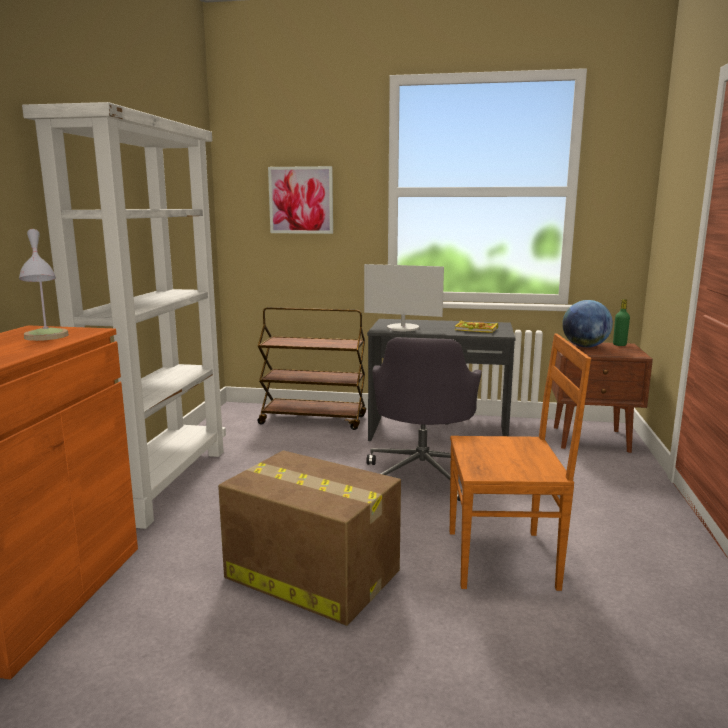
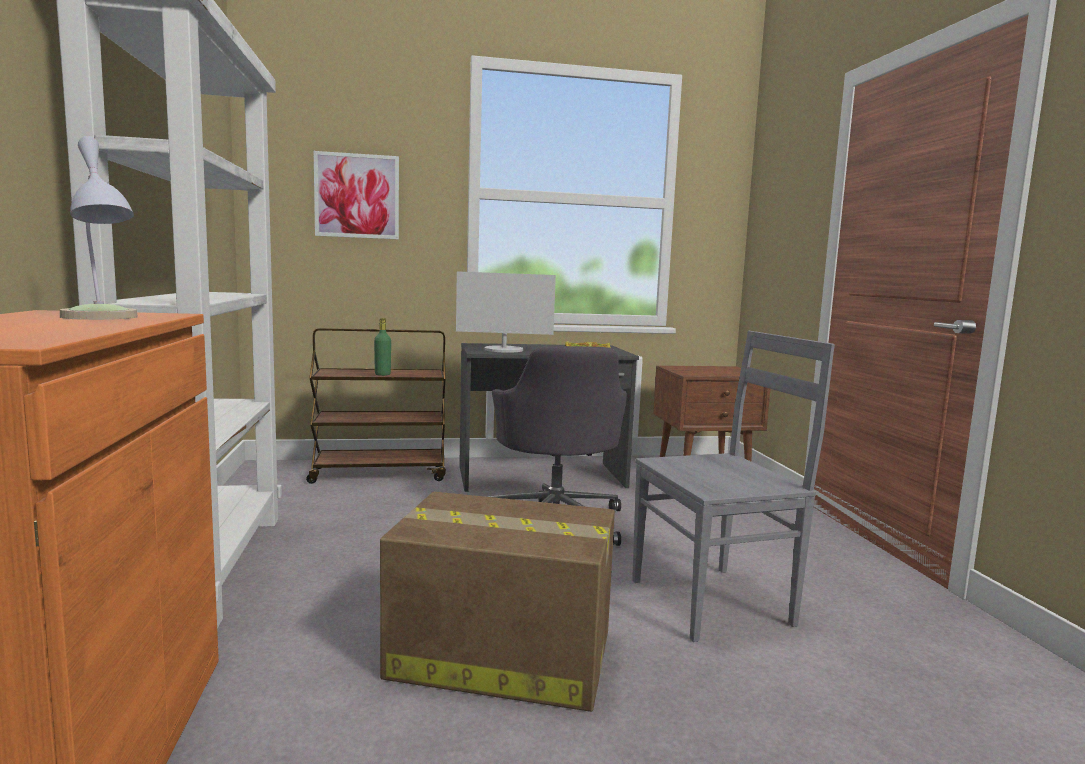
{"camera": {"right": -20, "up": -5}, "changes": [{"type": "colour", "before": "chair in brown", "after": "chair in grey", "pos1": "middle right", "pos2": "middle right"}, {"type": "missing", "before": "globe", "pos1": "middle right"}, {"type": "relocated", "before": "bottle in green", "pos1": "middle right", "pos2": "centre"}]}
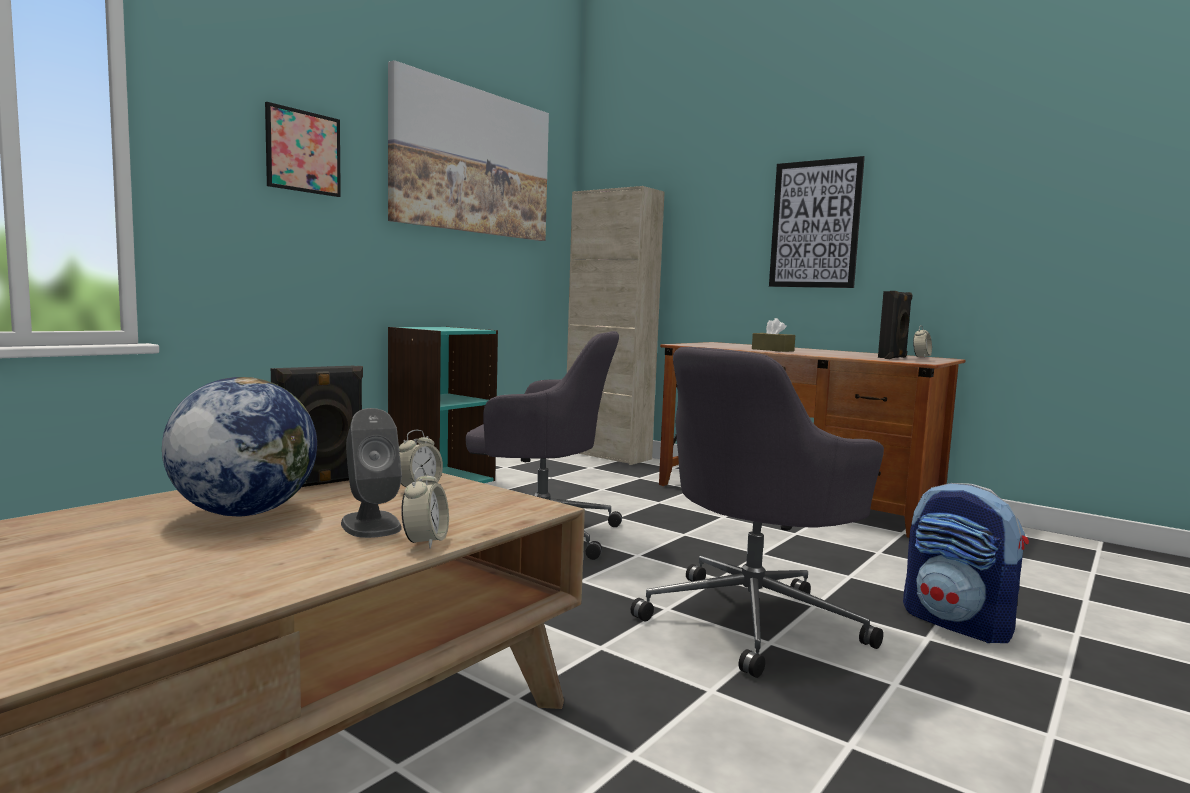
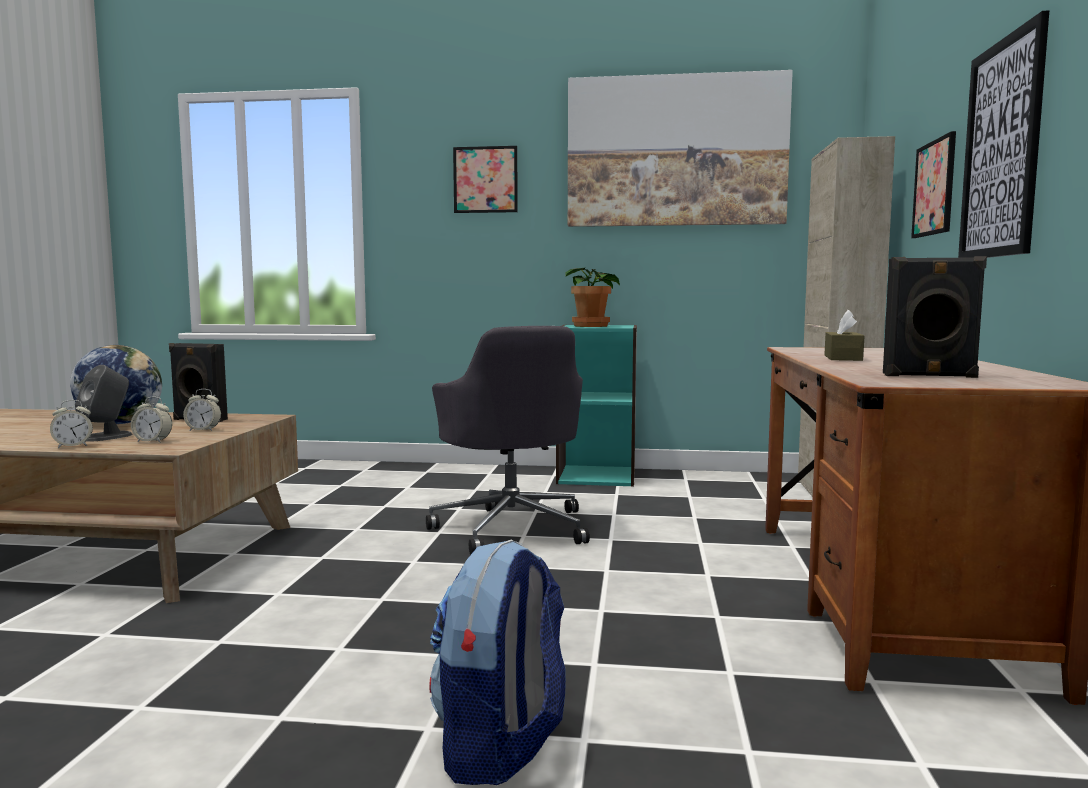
{"camera": {"right": 60, "up": 0}, "changes": [{"type": "missing", "before": "office chair in grey (no. 2 from left)", "pos1": "centre"}, {"type": "relocated", "before": "alarm clock (no. 3 from left in the first image)", "after": "alarm clock (no. 2 from left)", "pos1": "middle right", "pos2": "middle left"}, {"type": "appeared", "after": "potted plant", "pos2": "centre"}, {"type": "appeared", "after": "picture (no. 3 from left)", "pos2": "top right"}]}
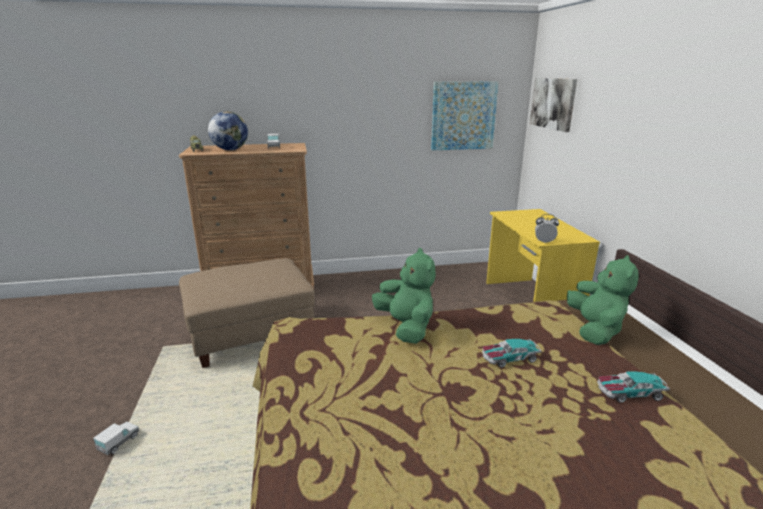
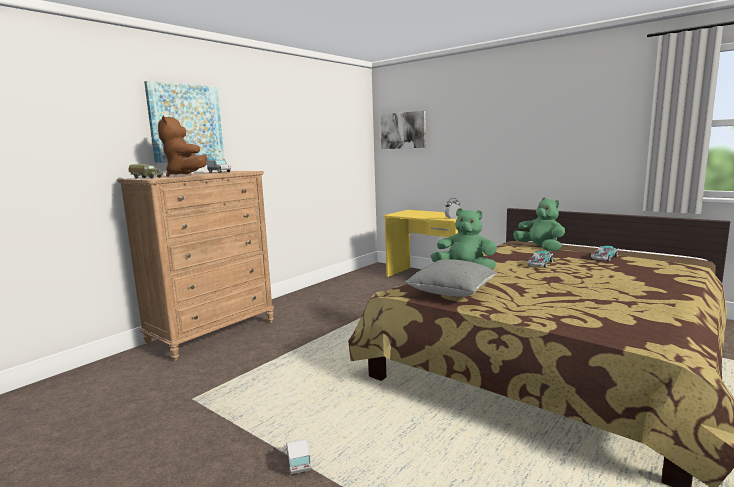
{"camera": {"right": -40, "up": -10}, "changes": [{"type": "missing", "before": "ottoman in beige", "pos1": "middle left"}, {"type": "exchanged", "before": "globe", "after": "plush toy in brown", "pos1": "top left", "pos2": "top left"}, {"type": "relocated", "before": "picture (no. 1 from left)", "pos1": "top centre", "pos2": "top left"}, {"type": "appeared", "after": "pillow in grey", "pos2": "centre"}]}
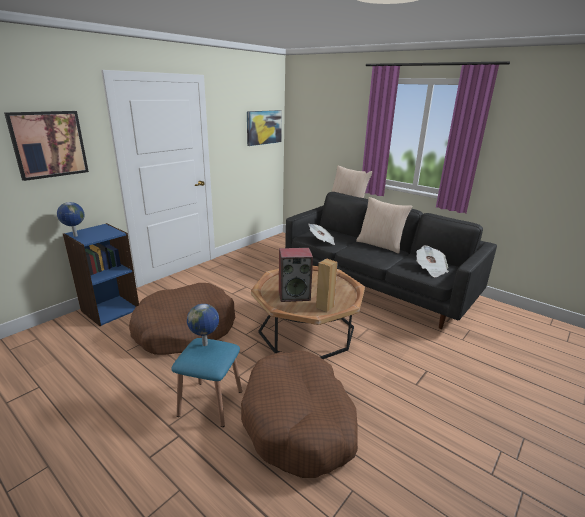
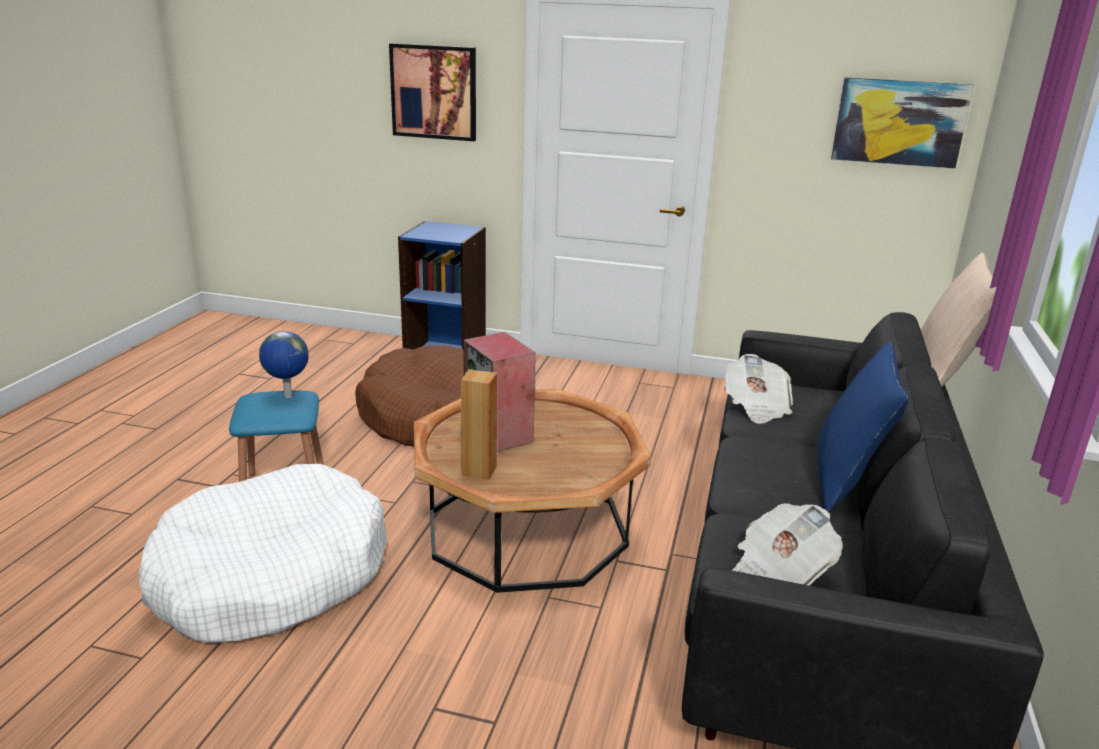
{"camera": {"right": 65, "up": 0}, "changes": [{"type": "missing", "before": "globe (no. 1 from left)", "pos1": "middle left"}, {"type": "colour", "before": "dog bed in brown (no. 2 from left)", "after": "dog bed in white", "pos1": "bottom centre", "pos2": "bottom left"}, {"type": "colour", "before": "pillow in beige (no. 2 from left)", "after": "pillow in blue", "pos1": "centre", "pos2": "middle right"}]}
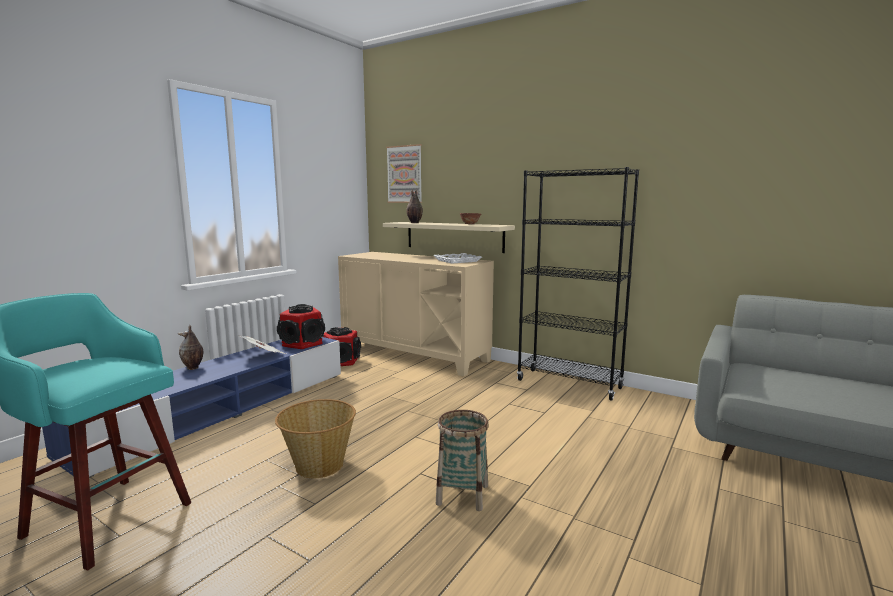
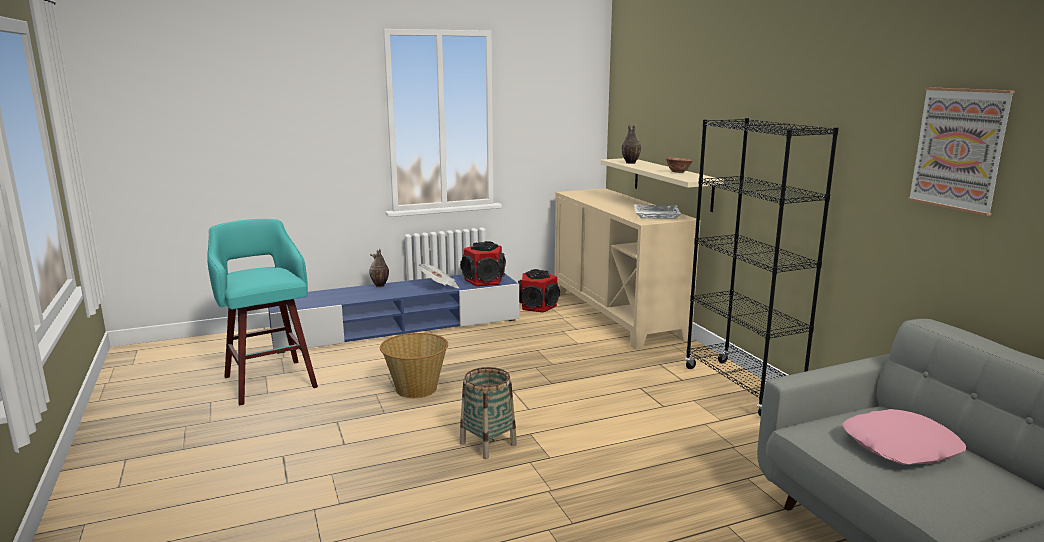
{"camera": {"right": 35, "up": 5}, "changes": [{"type": "relocated", "before": "picture", "pos1": "top centre", "pos2": "top right"}, {"type": "appeared", "after": "pillow in pink", "pos2": "bottom right"}]}
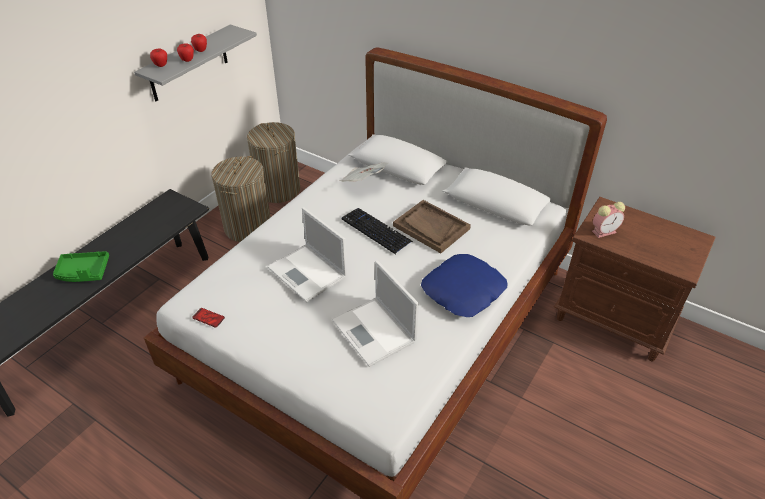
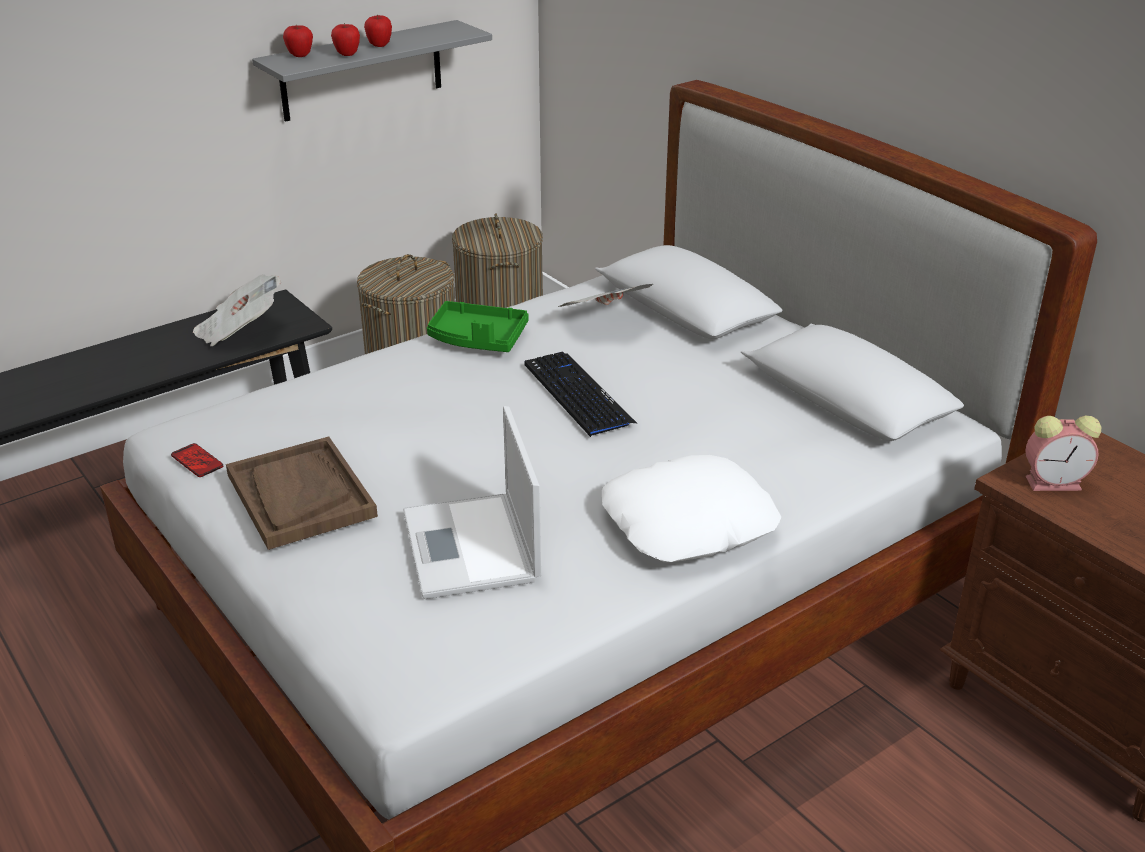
{"camera": {"right": 20, "up": -10}, "changes": [{"type": "relocated", "before": "tray in green", "pos1": "middle left", "pos2": "centre"}, {"type": "missing", "before": "laptop (no. 1 from left)", "pos1": "centre"}, {"type": "relocated", "before": "tray in brown", "pos1": "centre", "pos2": "middle left"}, {"type": "colour", "before": "pillow in blue", "after": "pillow in white", "pos1": "centre", "pos2": "centre"}, {"type": "appeared", "after": "newspaper (no. 1 from left)", "pos2": "middle left"}]}
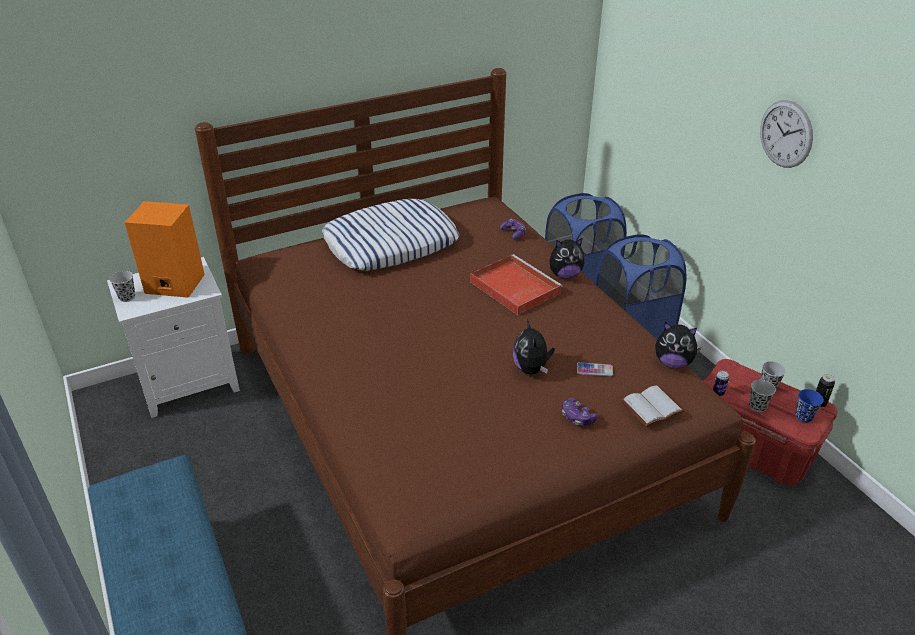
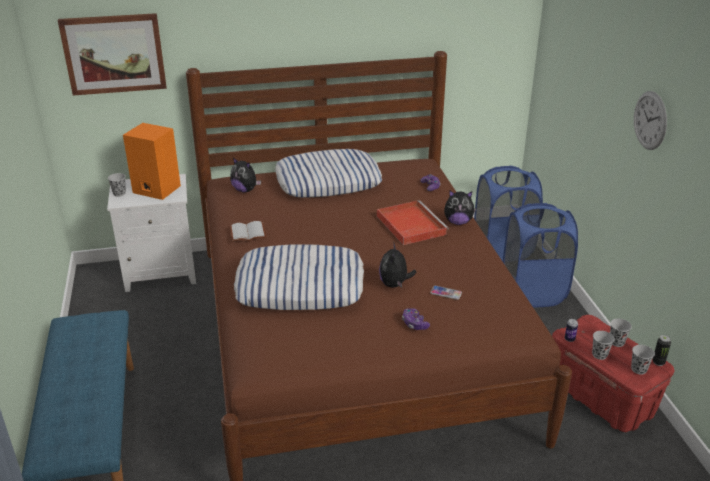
{"camera": {"right": 15, "up": -5}, "changes": [{"type": "relocated", "before": "book in white", "pos1": "middle right", "pos2": "centre"}, {"type": "relocated", "before": "plush toy (no. 3 from left in the first image)", "after": "plush toy (no. 1 from left)", "pos1": "middle right", "pos2": "centre"}, {"type": "colour", "before": "cup in blue", "after": "cup in black (no. 4 from left)", "pos1": "middle right", "pos2": "bottom right"}, {"type": "appeared", "after": "picture", "pos2": "top left"}, {"type": "appeared", "after": "pillow (no. 1 from left)", "pos2": "centre"}]}
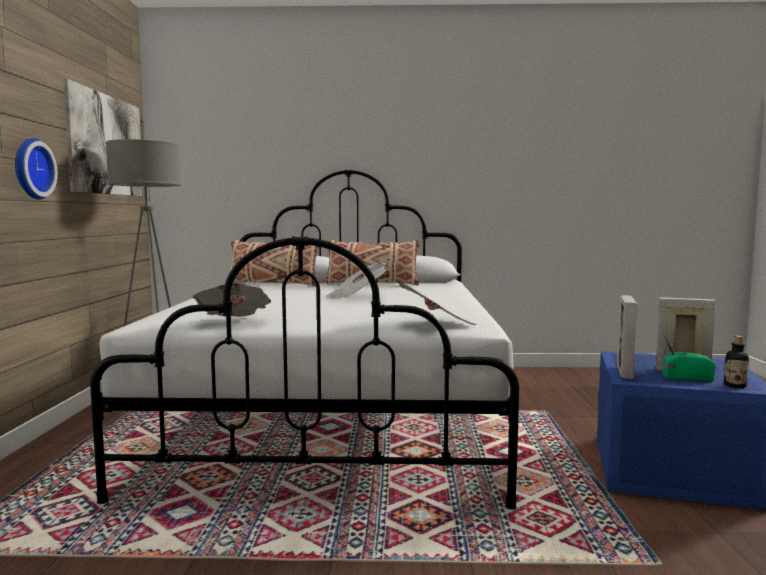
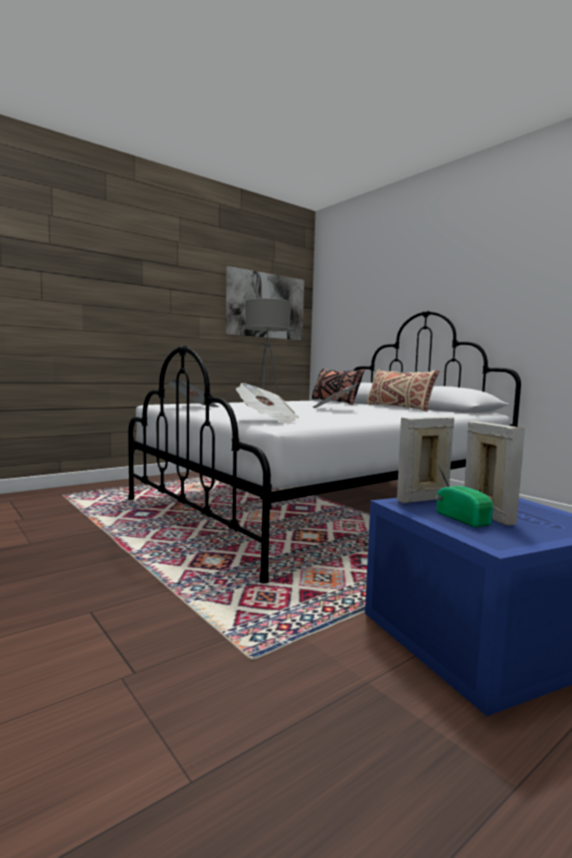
{"camera": {"right": 50, "up": 0}, "changes": [{"type": "missing", "before": "wall clock", "pos1": "top left"}, {"type": "colour", "before": "pillow in beige (no. 1 from left)", "after": "pillow in black", "pos1": "centre", "pos2": "centre"}, {"type": "missing", "before": "bottle", "pos1": "middle right"}]}
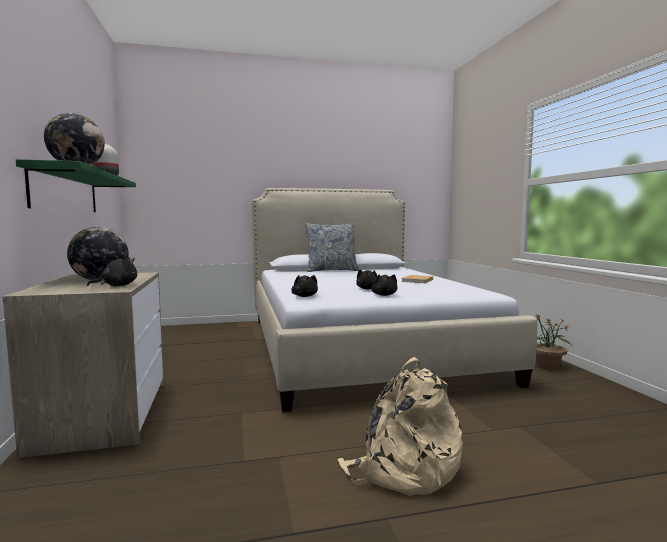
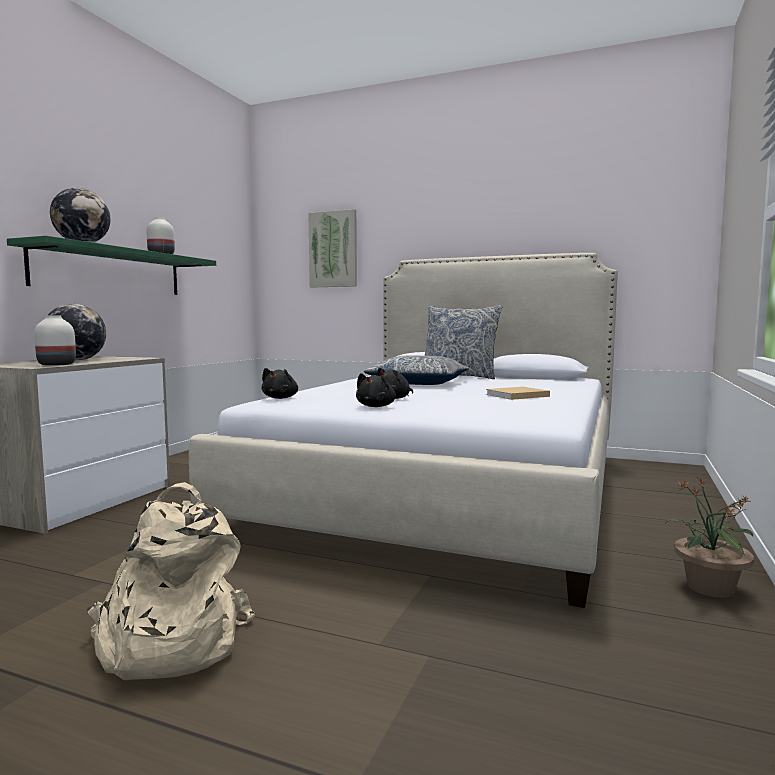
{"camera": {"right": 35, "up": 0}, "changes": [{"type": "exchanged", "before": "plush toy in black (no. 1 from left)", "after": "vase in white (no. 1 from left)", "pos1": "middle left", "pos2": "middle left"}, {"type": "appeared", "after": "picture", "pos2": "top centre"}, {"type": "appeared", "after": "pillow (no. 1 from left)", "pos2": "centre"}]}
